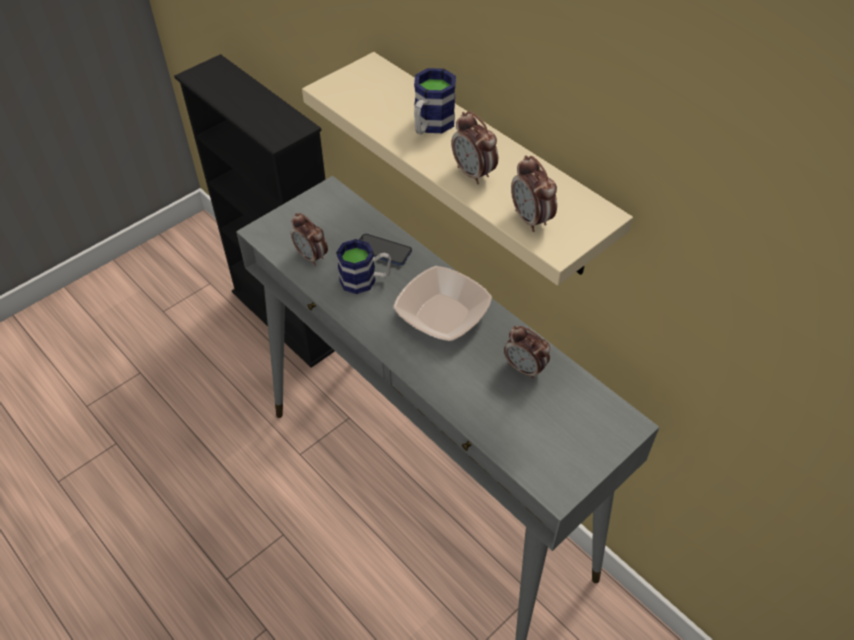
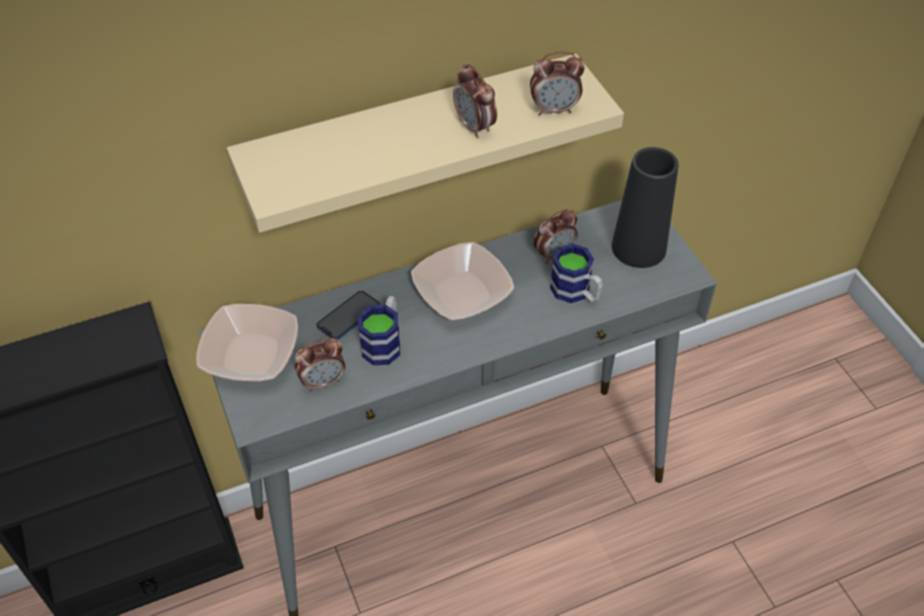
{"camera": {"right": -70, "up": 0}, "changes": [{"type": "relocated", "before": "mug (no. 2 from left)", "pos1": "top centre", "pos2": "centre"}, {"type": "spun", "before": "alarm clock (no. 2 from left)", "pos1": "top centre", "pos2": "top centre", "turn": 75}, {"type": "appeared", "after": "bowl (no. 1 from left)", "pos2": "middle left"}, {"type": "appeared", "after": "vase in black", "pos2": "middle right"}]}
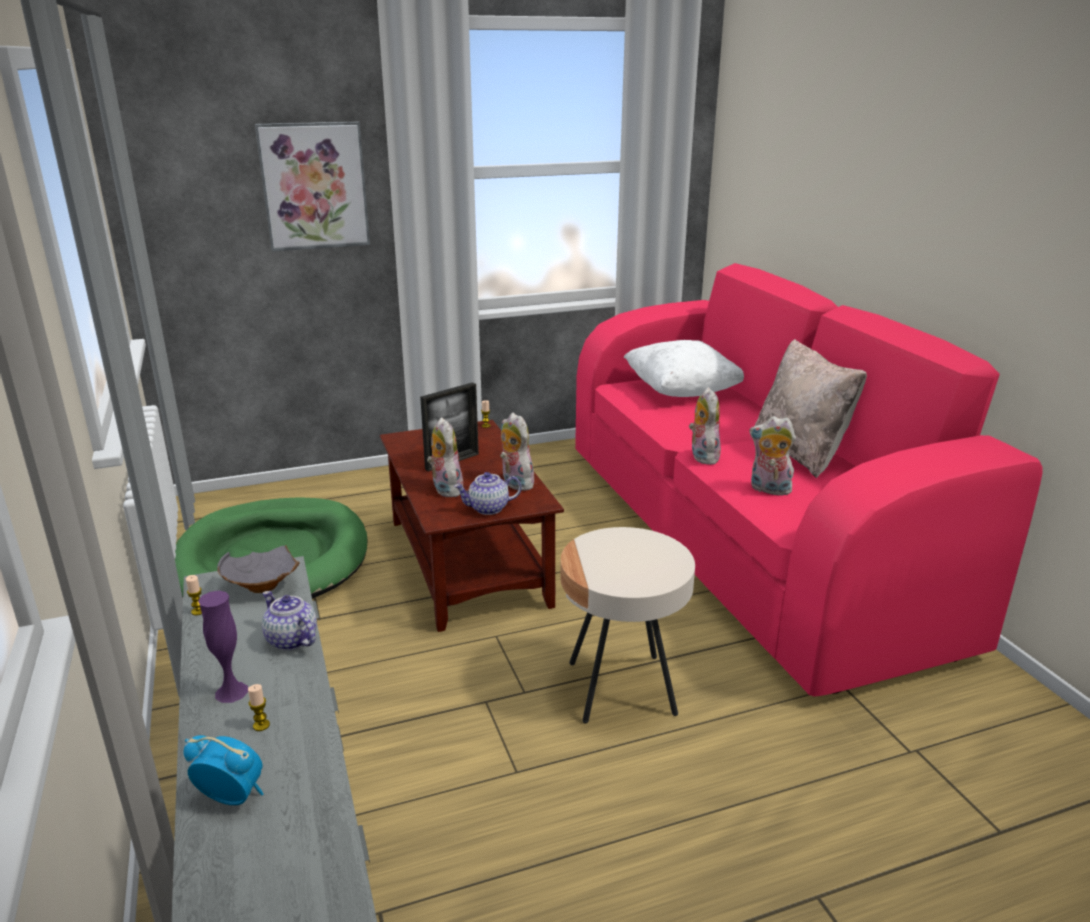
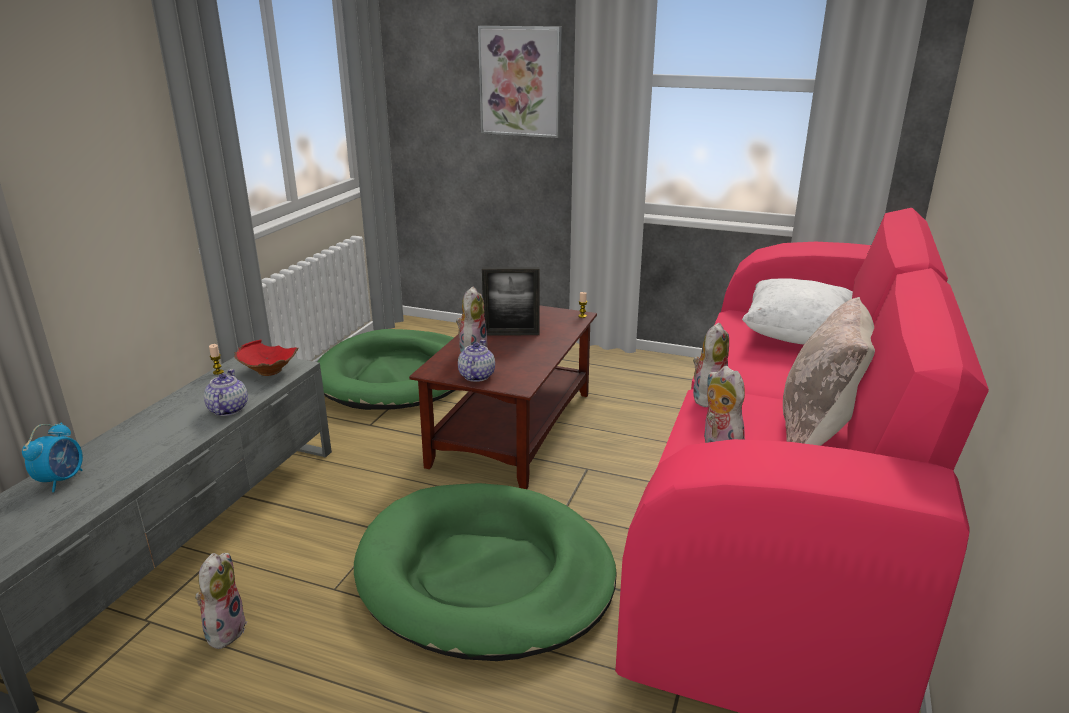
{"camera": {"right": 40, "up": 0}, "changes": [{"type": "spun", "before": "alarm clock", "pos1": "bottom left", "pos2": "middle left", "turn": 45}, {"type": "missing", "before": "vase in purple", "pos1": "bottom left"}, {"type": "colour", "before": "bowl in grey", "after": "bowl in red", "pos1": "middle left", "pos2": "middle left"}, {"type": "missing", "before": "candle (no. 2 from left)", "pos1": "bottom left"}, {"type": "spun", "before": "teapot (no. 2 from left)", "pos1": "centre", "pos2": "centre", "turn": 75}, {"type": "relocated", "before": "plush toy (no. 2 from left in the first image)", "after": "plush toy (no. 1 from left)", "pos1": "centre", "pos2": "bottom left"}, {"type": "exchanged", "before": "side table in beige", "after": "dog bed in green (no. 2 from left)", "pos1": "bottom centre", "pos2": "bottom centre"}]}
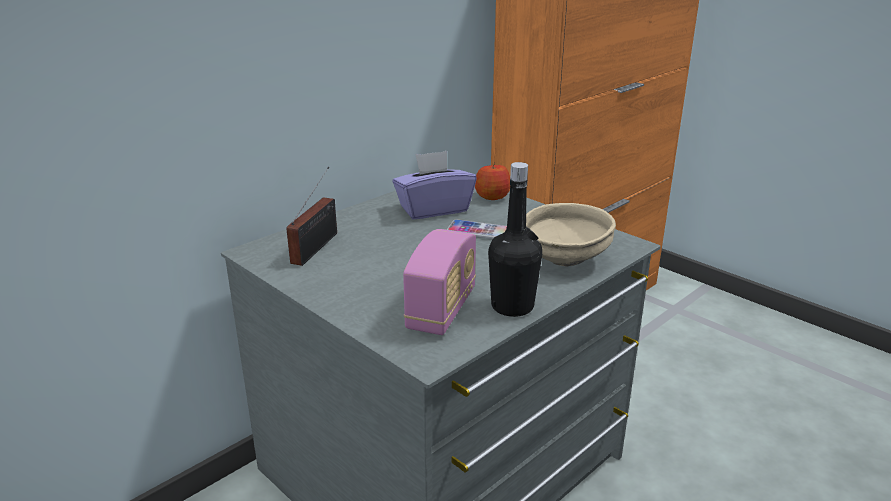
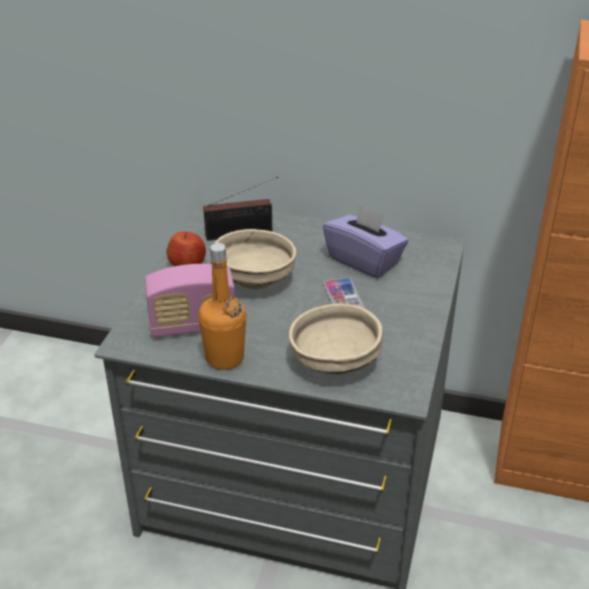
{"camera": {"right": 60, "up": 10}, "changes": [{"type": "relocated", "before": "apple", "pos1": "centre", "pos2": "middle left"}, {"type": "colour", "before": "bottle in black", "after": "bottle in orange", "pos1": "centre", "pos2": "centre"}, {"type": "appeared", "after": "bowl in beige (no. 1 from left)", "pos2": "centre"}]}
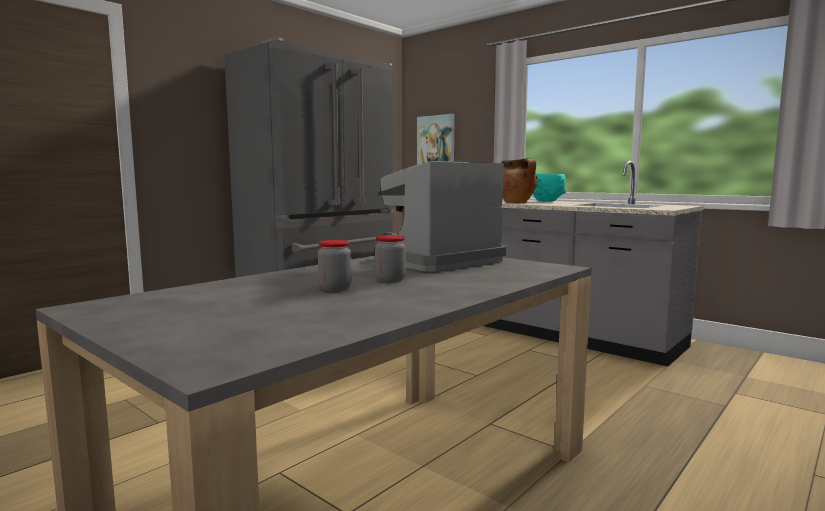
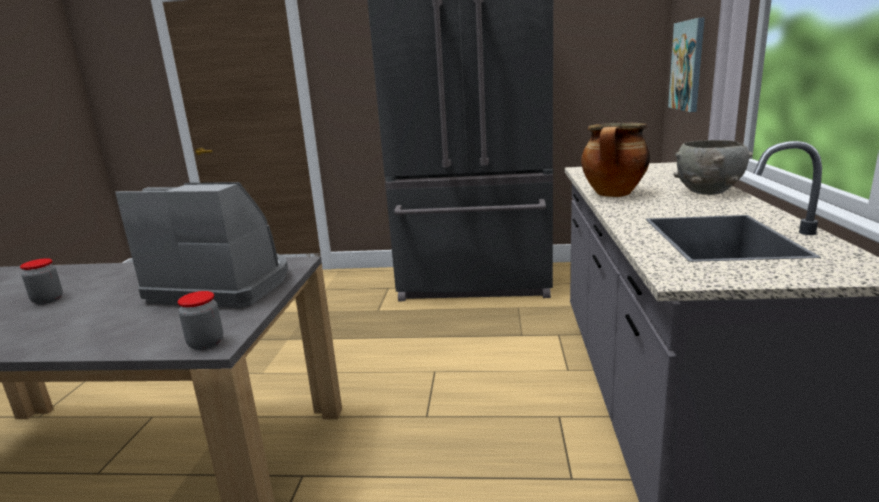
{"camera": {"right": 55, "up": 10}, "changes": [{"type": "relocated", "before": "jar (no. 2 from left)", "pos1": "centre", "pos2": "middle left"}, {"type": "colour", "before": "bowl in turquoise", "after": "bowl in grey", "pos1": "centre", "pos2": "top right"}]}
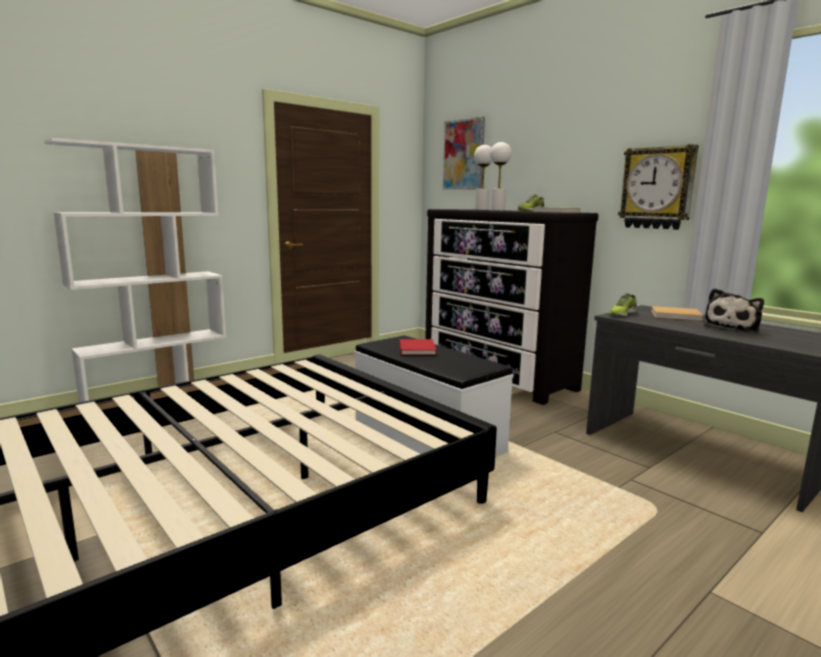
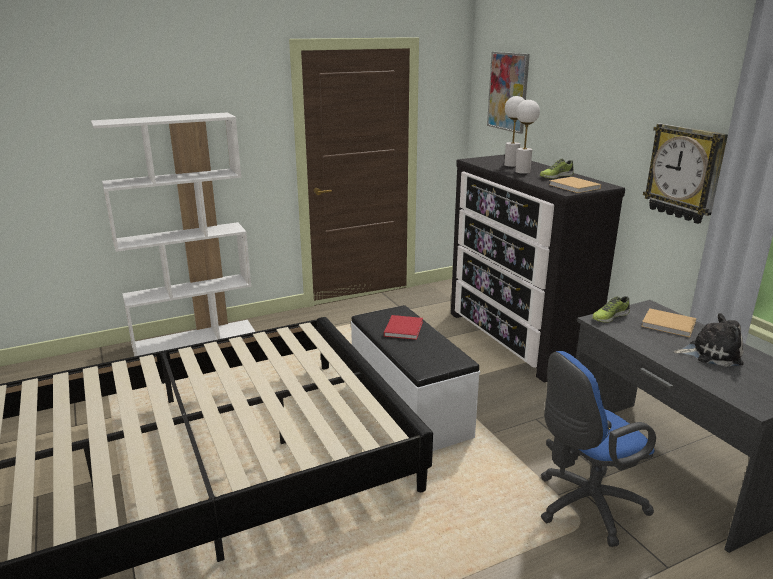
{"camera": {"right": 15, "up": 10}, "changes": [{"type": "spun", "before": "plush toy", "pos1": "middle right", "pos2": "middle right", "turn": -135}, {"type": "appeared", "after": "office chair in blue", "pos2": "bottom right"}]}
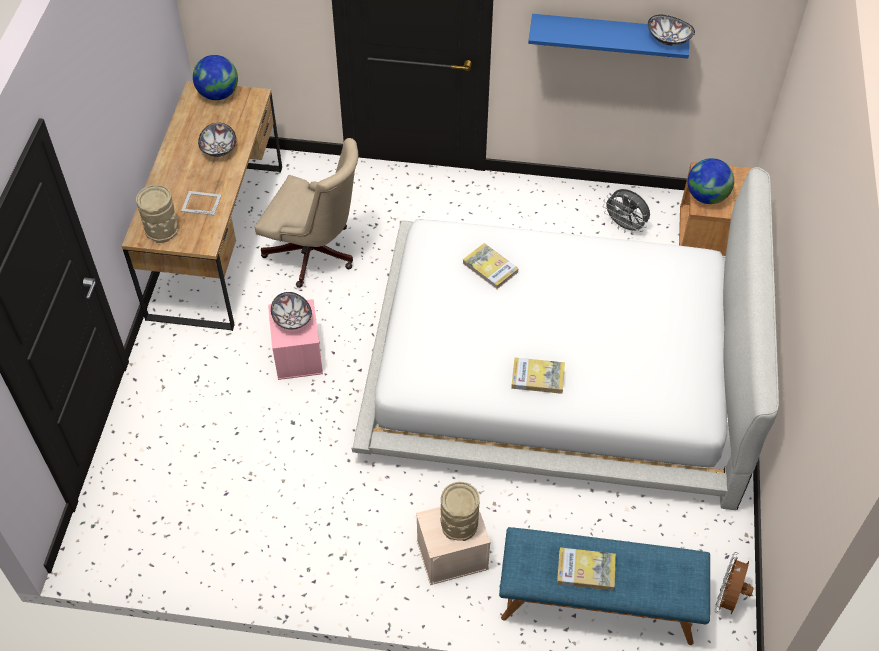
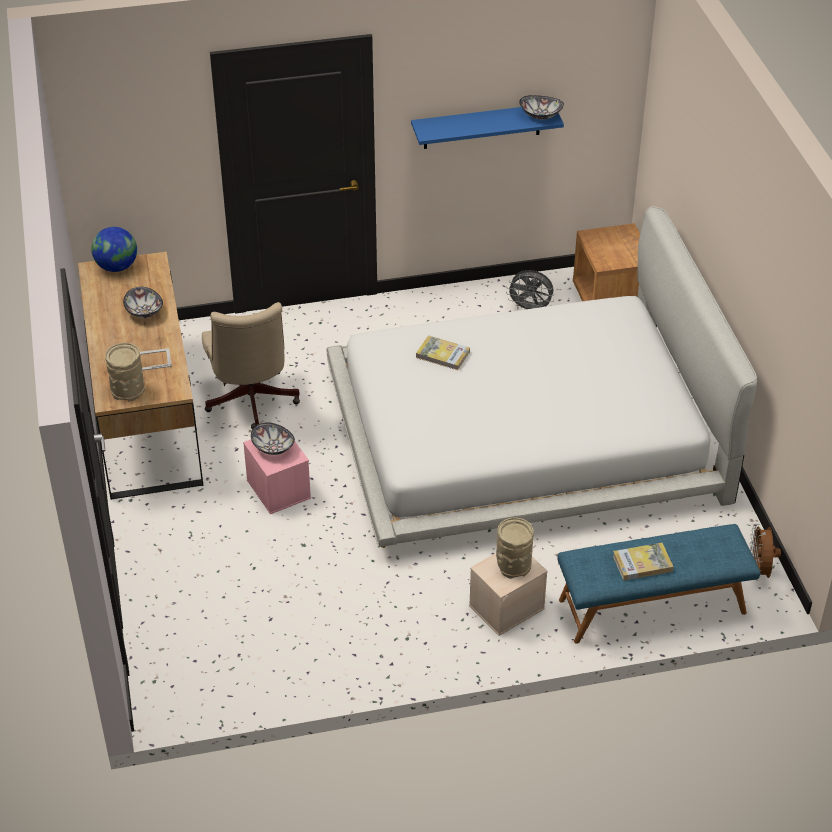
{"camera": {"right": -20, "up": -10}, "changes": [{"type": "spun", "before": "office chair in beige", "pos1": "top centre", "pos2": "middle left", "turn": 75}, {"type": "missing", "before": "book (no. 2 from left)", "pos1": "centre"}, {"type": "missing", "before": "globe (no. 2 from left)", "pos1": "top right"}]}
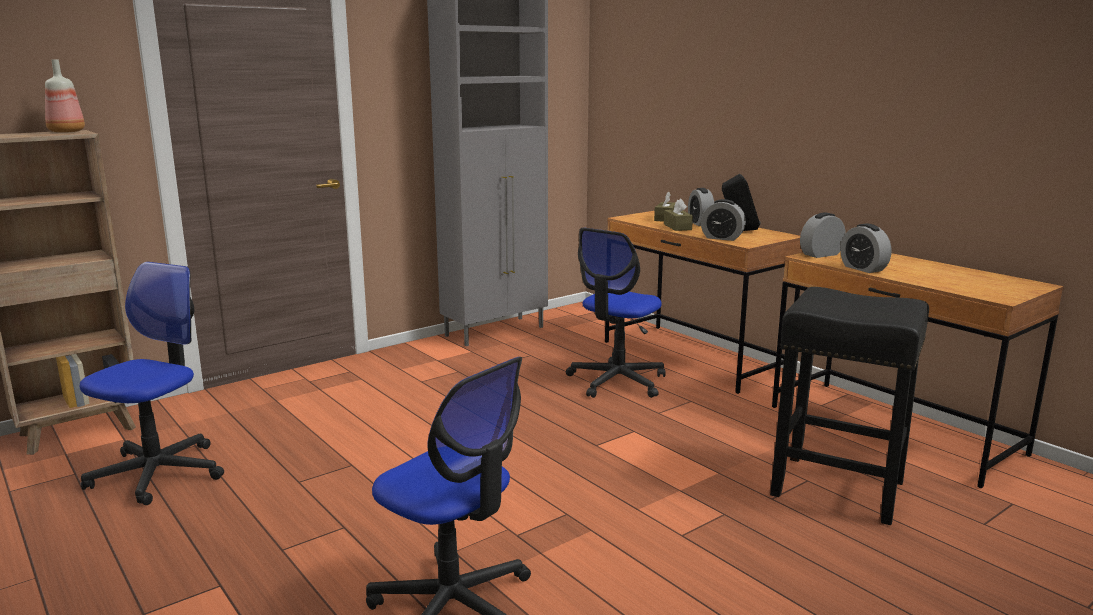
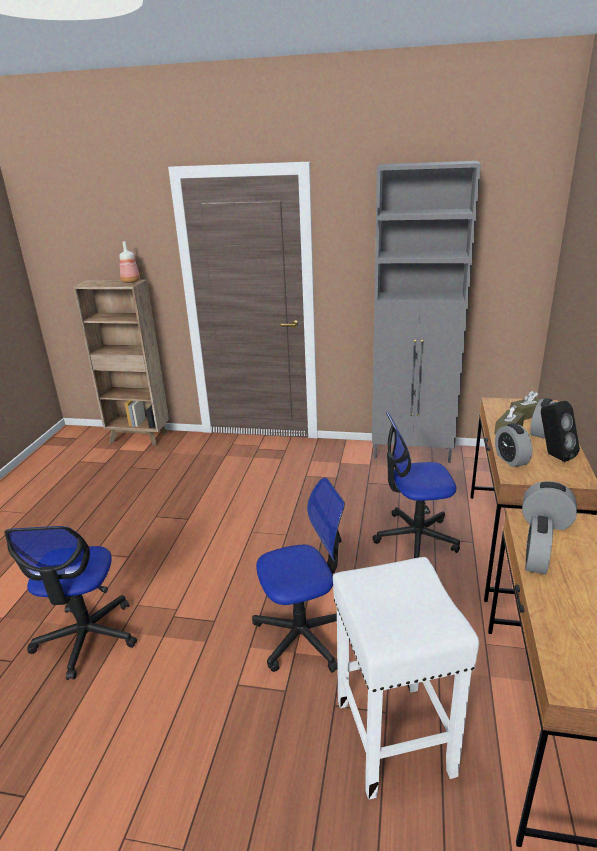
{"camera": {"right": 50, "up": 10}, "changes": [{"type": "relocated", "before": "office chair (no. 1 from left in the first image)", "after": "office chair (no. 2 from left)", "pos1": "middle left", "pos2": "bottom centre"}, {"type": "colour", "before": "stool in black", "after": "stool in white", "pos1": "middle right", "pos2": "bottom right"}]}
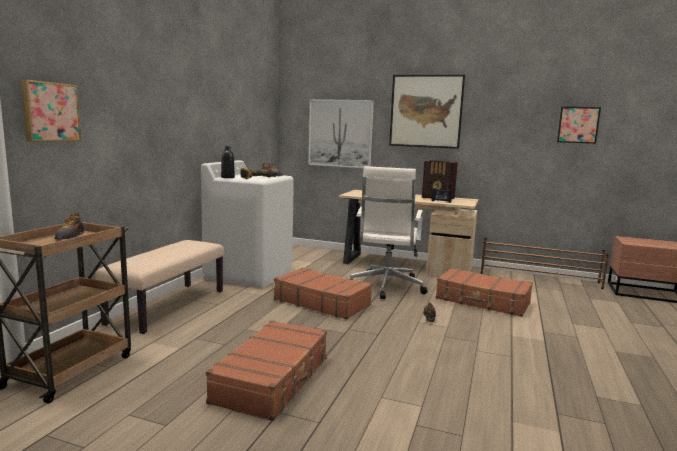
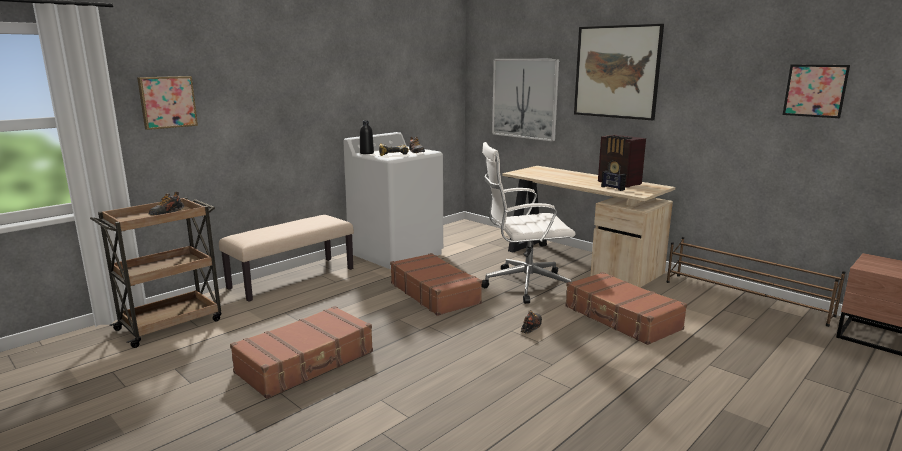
{"camera": {"right": 25, "up": 5}, "changes": [{"type": "spun", "before": "office chair in white", "pos1": "centre", "pos2": "centre", "turn": 45}]}
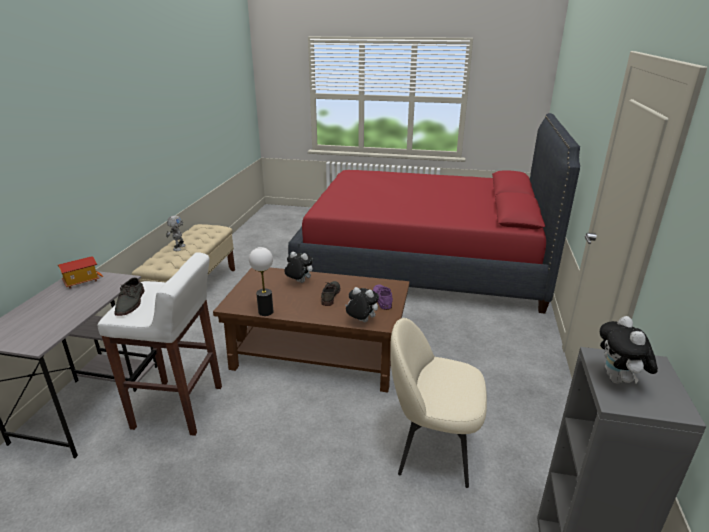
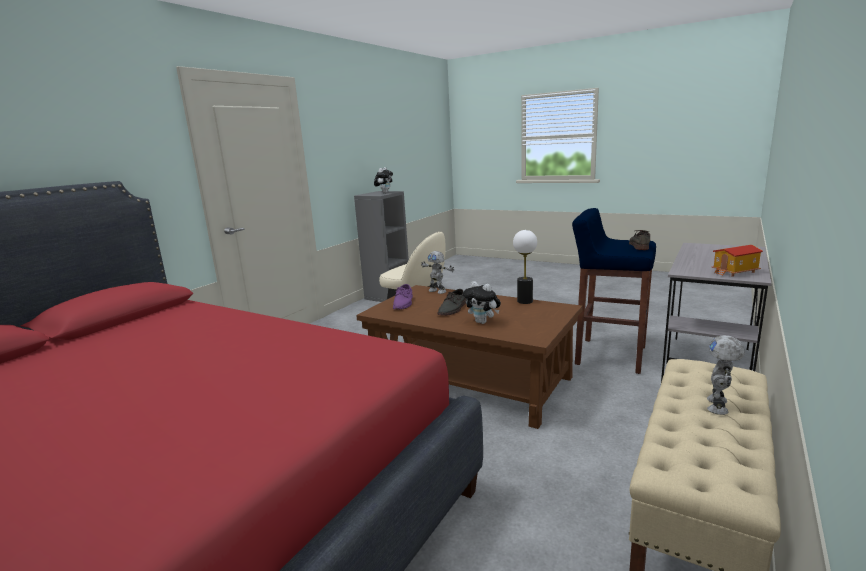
{"camera": {"right": -160, "up": -10}, "changes": [{"type": "colour", "before": "stool in white", "after": "stool in blue", "pos1": "middle left", "pos2": "middle right"}, {"type": "exchanged", "before": "plush toy (no. 2 from left)", "after": "toy robot (no. 1 from left)", "pos1": "centre", "pos2": "centre"}]}
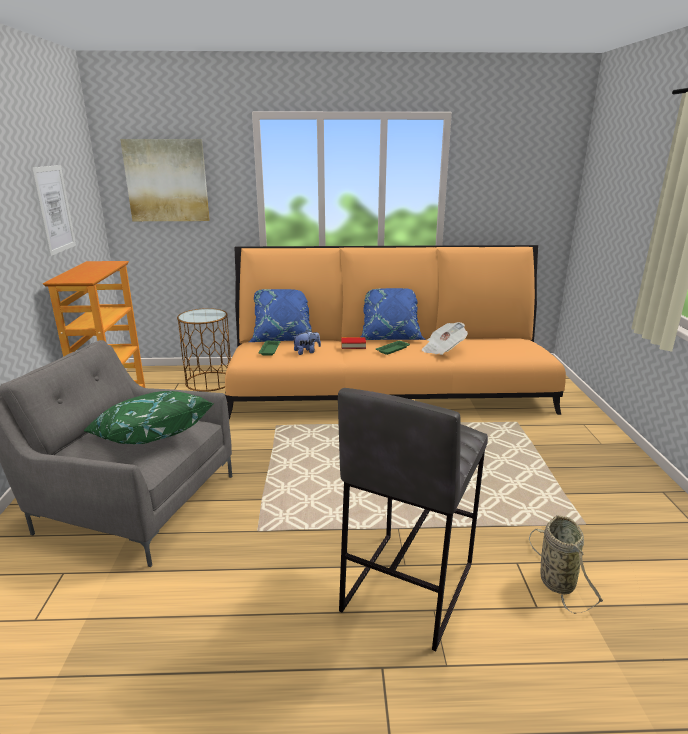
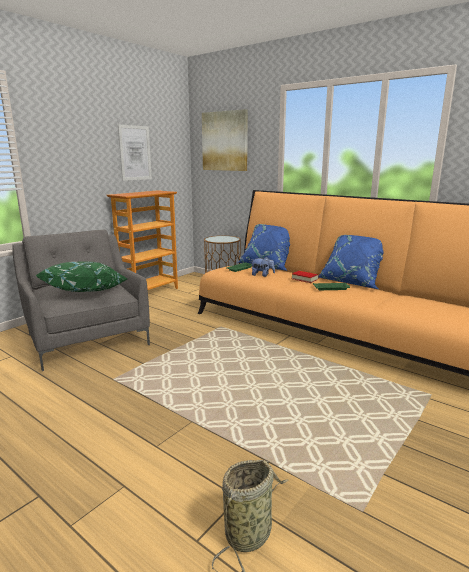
{"camera": {"right": 40, "up": -5}, "changes": [{"type": "missing", "before": "stool in grey", "pos1": "bottom centre"}, {"type": "missing", "before": "newspaper", "pos1": "centre"}]}
